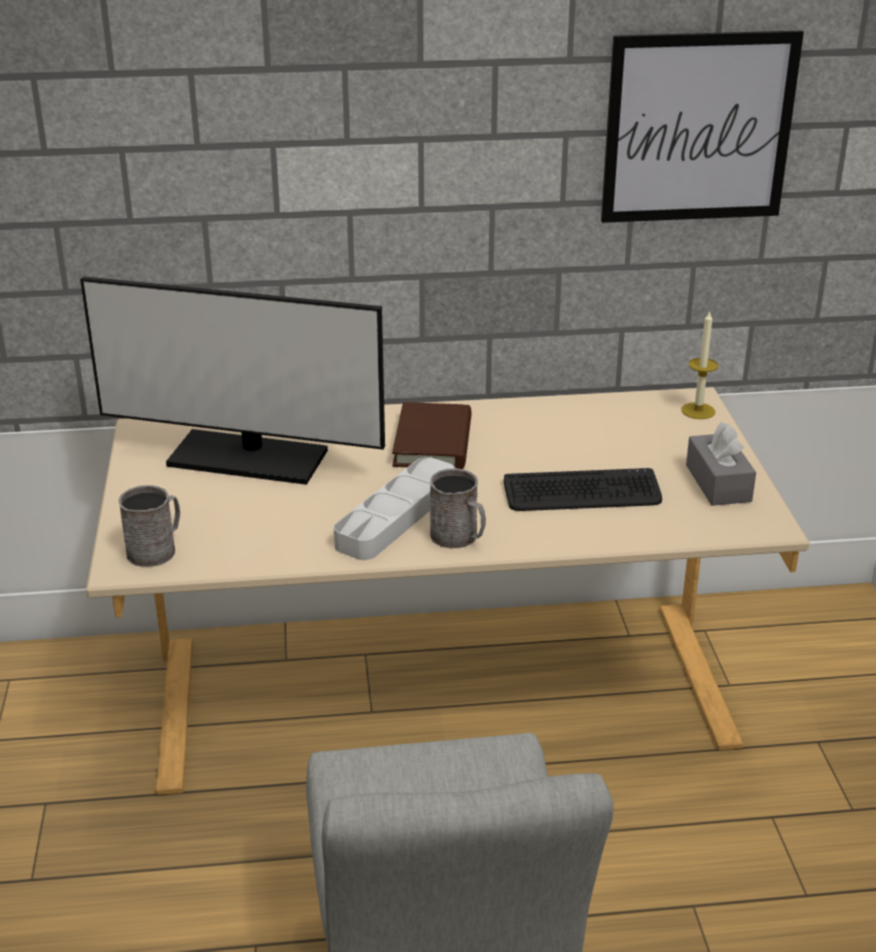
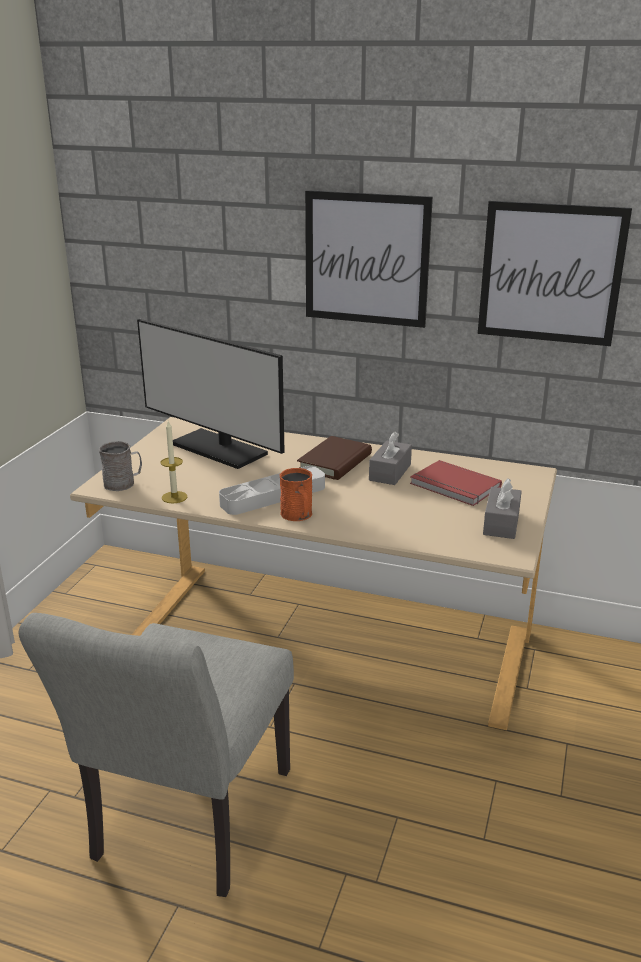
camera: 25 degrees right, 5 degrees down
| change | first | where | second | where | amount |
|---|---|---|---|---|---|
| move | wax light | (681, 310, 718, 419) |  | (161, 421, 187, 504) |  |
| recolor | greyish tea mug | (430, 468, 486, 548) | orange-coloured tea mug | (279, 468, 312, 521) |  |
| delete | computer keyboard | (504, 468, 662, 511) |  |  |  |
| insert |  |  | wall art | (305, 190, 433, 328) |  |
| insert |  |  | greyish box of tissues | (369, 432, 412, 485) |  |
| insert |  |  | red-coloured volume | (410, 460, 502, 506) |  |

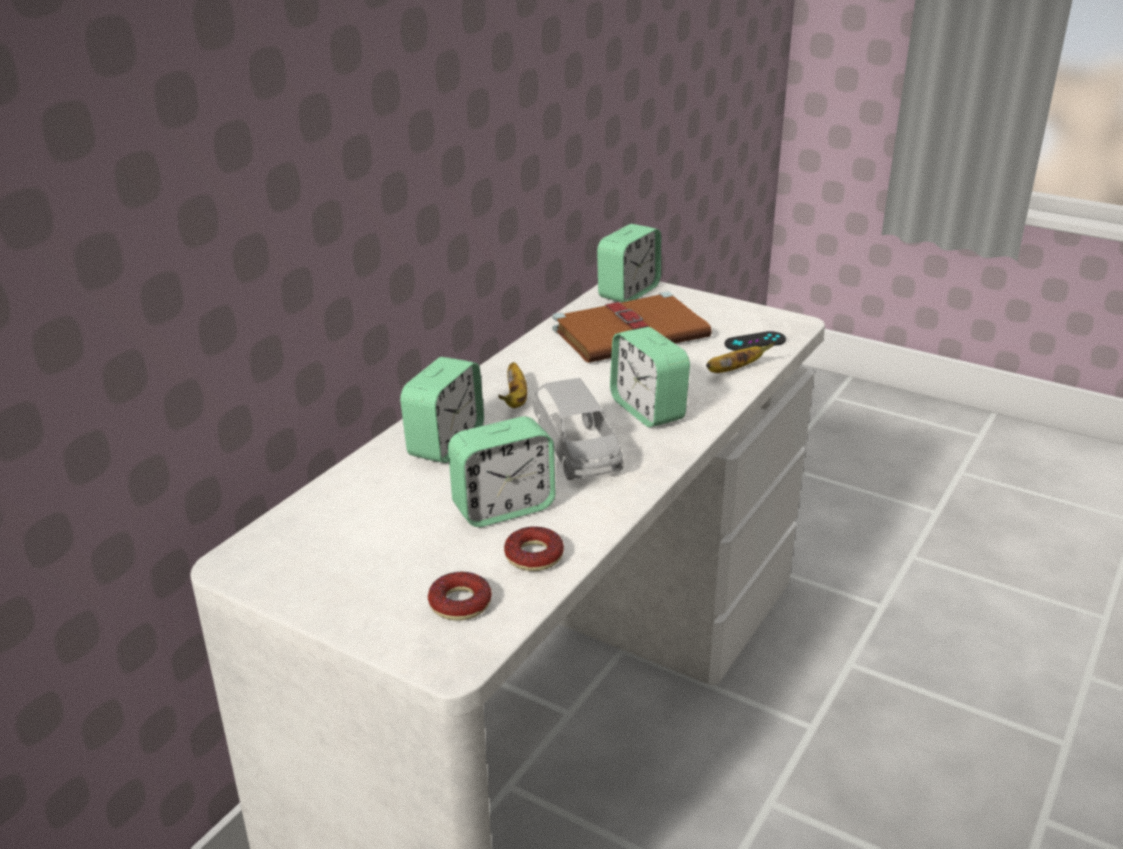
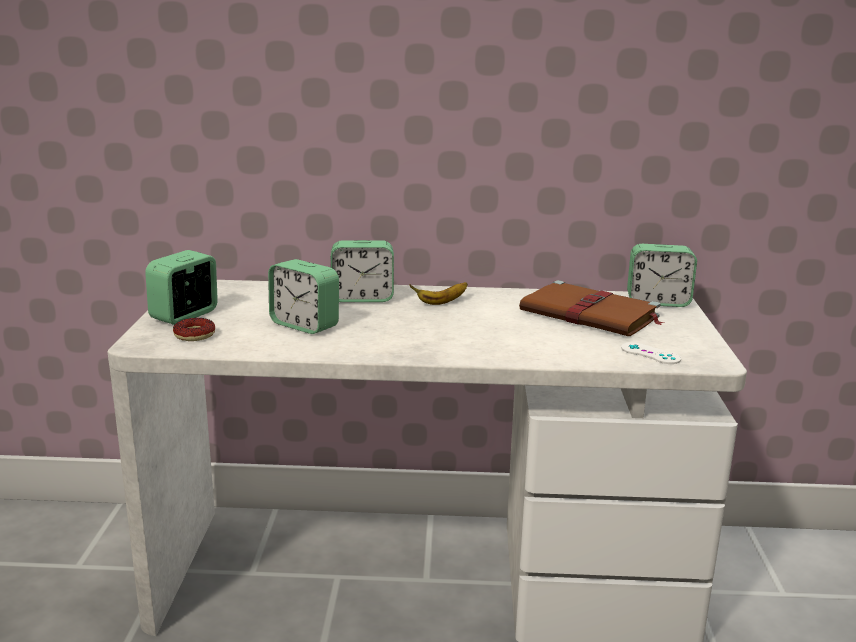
camera: 60 degrees right, 10 degrees down
| change | first | where | second | where | amount |
|---|---|---|---|---|---|
| move | bedside clock | (610, 327, 690, 427) |  | (145, 250, 218, 325) |  |
| recolor | black-coloured joypad | (724, 331, 786, 351) | whitish joypad | (621, 342, 681, 364) |  |
| delete | banana | (706, 342, 775, 373) |  |  |  |
| delete | greyish model car | (533, 378, 623, 480) |  |  |  |
| delete | donut | (504, 526, 564, 571) |  |  |  |

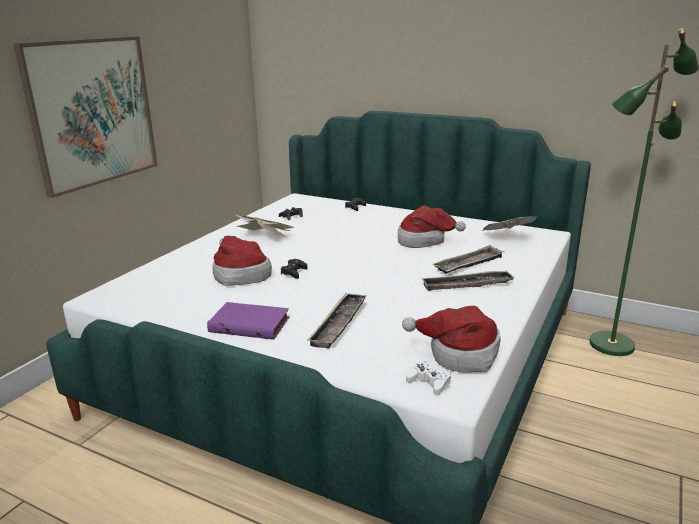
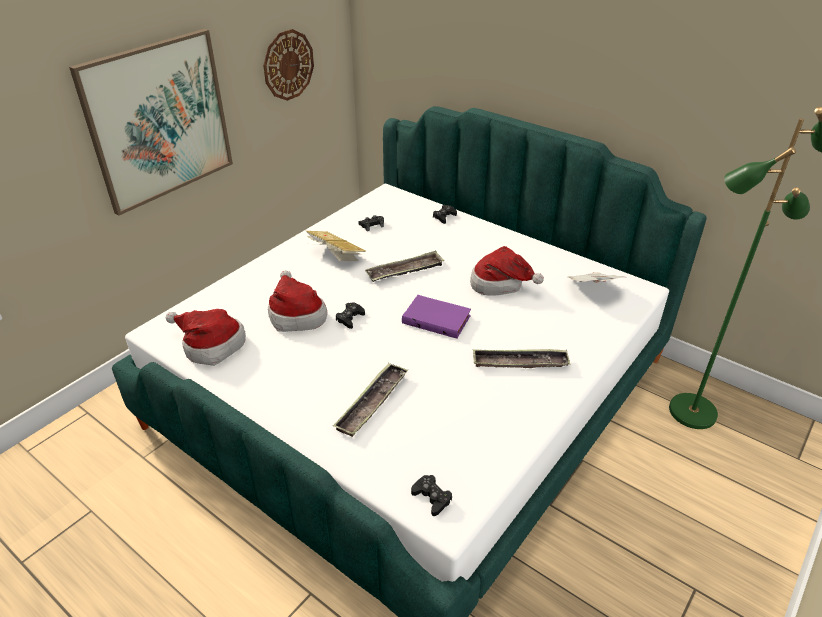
camera: 10 degrees right, 15 degrees up
| change | first | where | second | where | amount |
|---|---|---|---|---|---|
| move | carrying tray | (433, 245, 505, 274) |  | (365, 250, 444, 282) |  |
| move | purplish volume | (207, 302, 289, 340) |  | (402, 295, 471, 339) |  |
| move | wearable hat | (402, 306, 501, 372) |  | (166, 309, 246, 366) |  |
| recolor | whitish joypad | (406, 361, 451, 395) | black-coloured joypad | (411, 475, 452, 516) |  |
| insert |  |  | wall clock | (263, 29, 314, 101) |  |

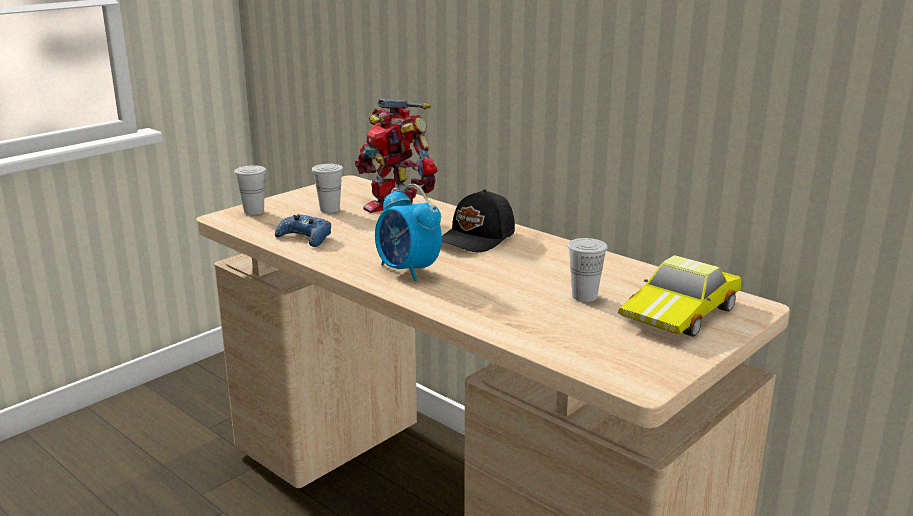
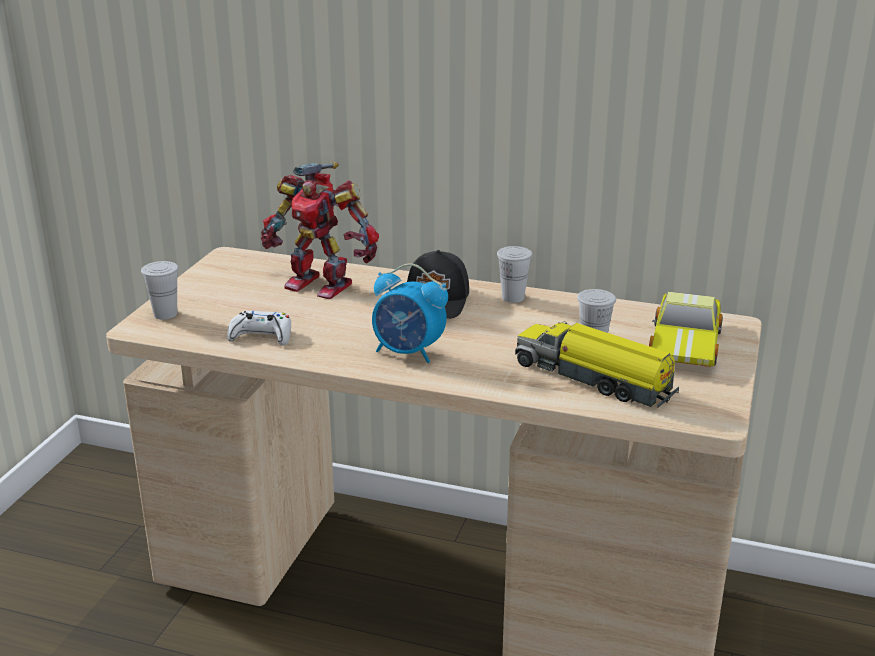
camera: 25 degrees left, 5 degrees up
| change | first | where | second | where | amount |
|---|---|---|---|---|---|
| move | whitish drinking cup | (312, 164, 343, 213) |  | (497, 246, 533, 303) |  |
| recolor | bluish joypad | (275, 214, 331, 247) | whitish joypad | (227, 311, 291, 345) |  |
| insert |  |  | toy truck | (515, 321, 679, 408) |  |

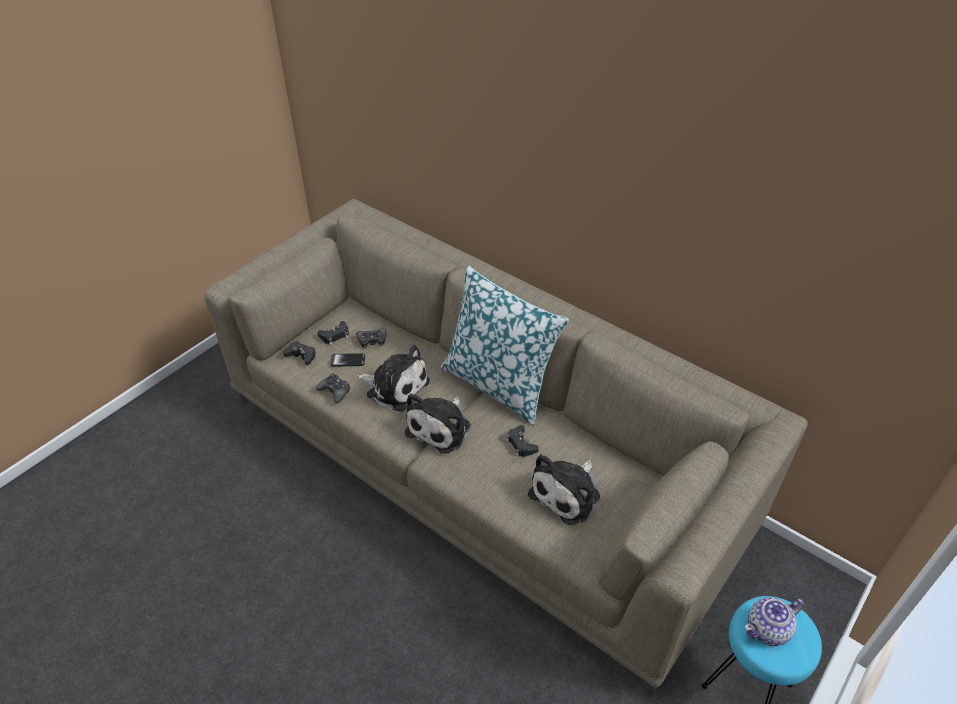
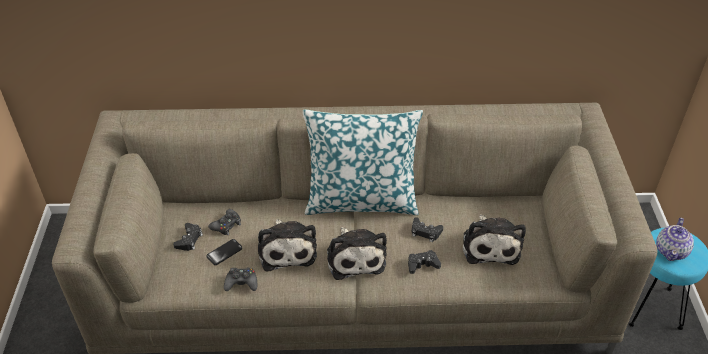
camera: 40 degrees left, 0 degrees up
| change | first | where | second | where | amount |
|---|---|---|---|---|---|
| move | black-coloured joypad | (283, 341, 316, 365) |  | (408, 250, 441, 274) |  |
| rotate | plush toy | (357, 345, 430, 412) |  | (258, 219, 317, 271) | 90 degrees clockwise |

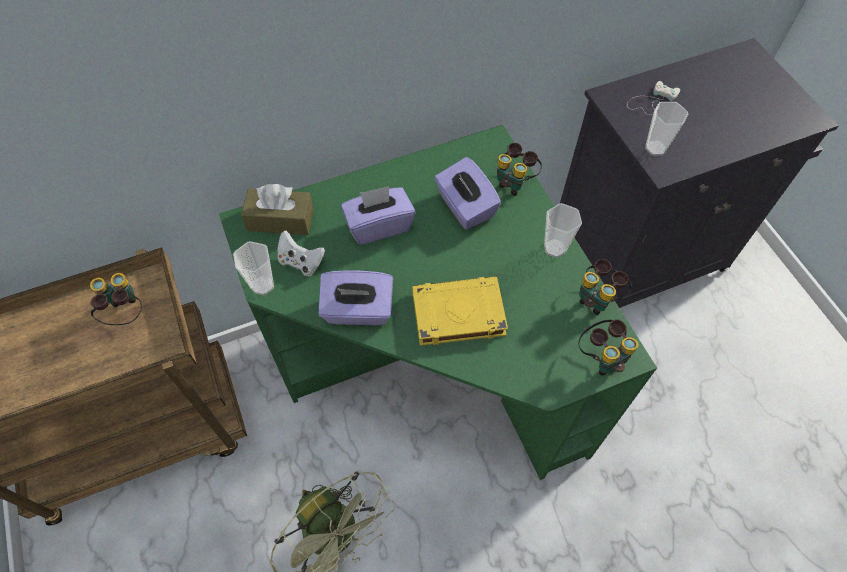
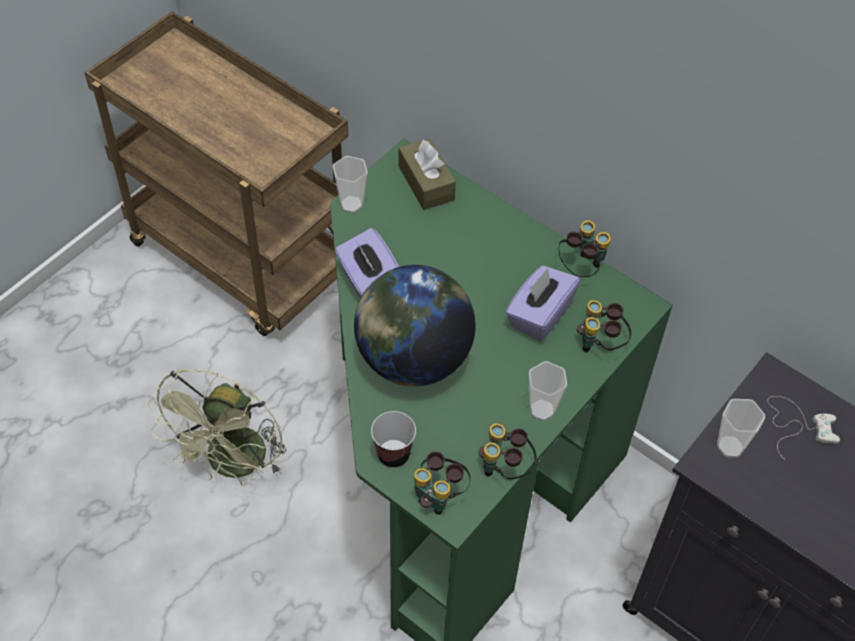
camera: 60 degrees right, 5 degrees down
| change | first | where | second | where | amount |
|---|---|---|---|---|---|
| delete | purplish box of tissues | (341, 186, 416, 245) |  |  |  |
| delete | whitish joypad | (278, 231, 325, 276) |  |  |  |
| move | field glasses | (90, 273, 142, 325) |  | (559, 220, 611, 277) |  |
| replace | yellow volume | (412, 276, 508, 346) | world globe | (354, 265, 476, 386) |  |
| insert |  |  | drinking cup | (371, 411, 416, 468) |  |

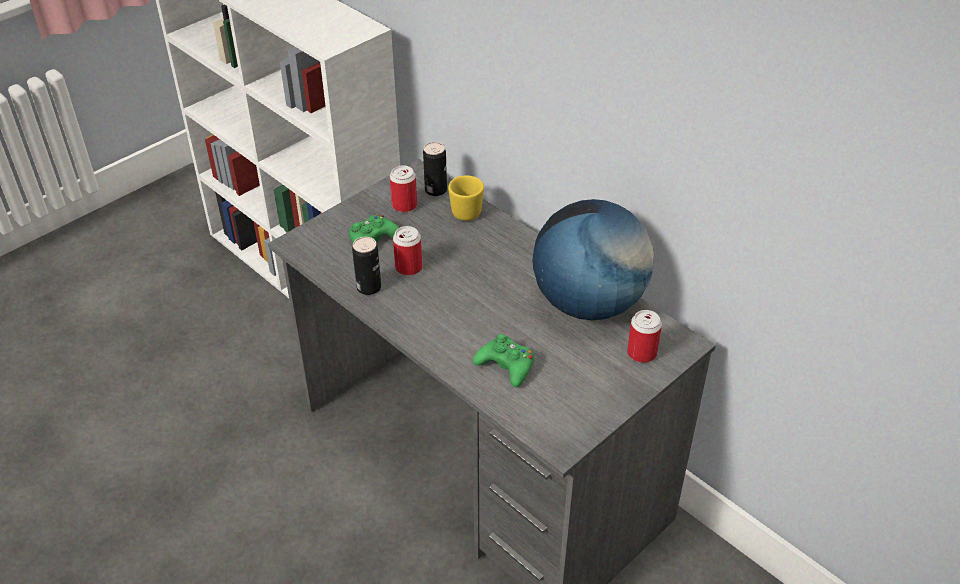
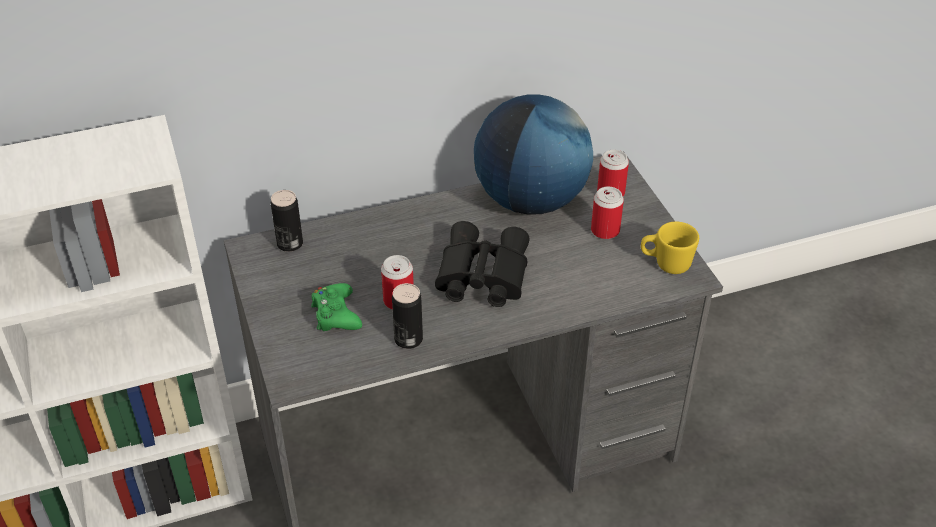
camera: 65 degrees left, 0 degrees up
| change | first | where | second | where | amount |
|---|---|---|---|---|---|
| move | metal can | (390, 165, 417, 212) |  | (591, 187, 624, 239) |  |
| move | yellow tea mug | (448, 175, 484, 221) |  | (641, 222, 699, 274) |  |
| delete | green-coloured joypad | (473, 334, 534, 388) |  |  |  |
| insert |  |  | black-coloured field glasses | (435, 221, 530, 307) |  |

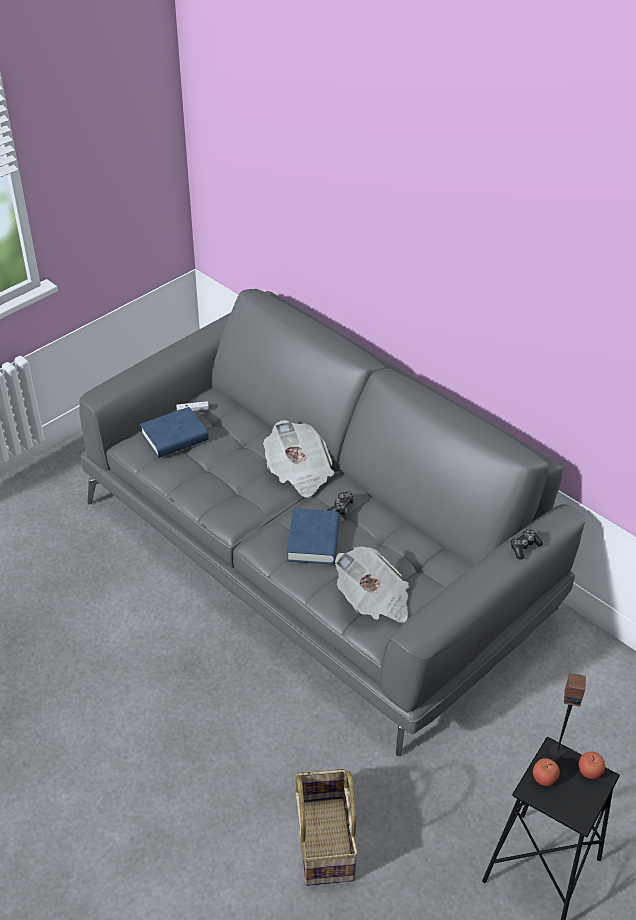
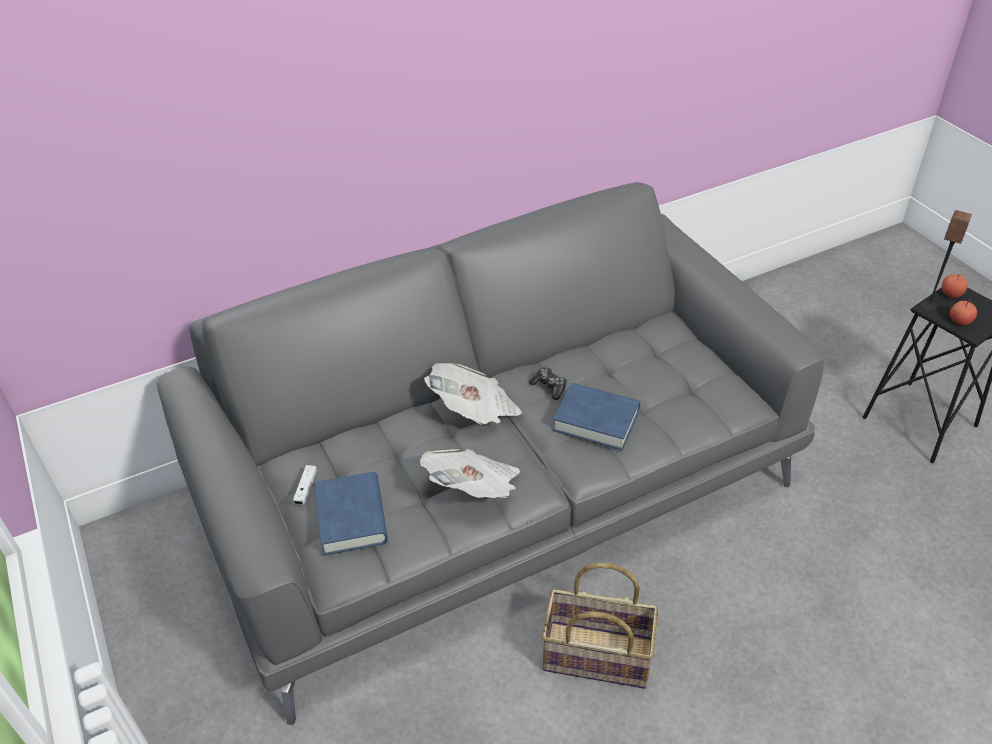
camera: 70 degrees left, 0 degrees up
| change | first | where | second | where | amount |
|---|---|---|---|---|---|
| delete | joypad | (510, 529, 543, 560) |  |  |  |
| move | daily paper | (335, 546, 409, 623) |  | (420, 449, 520, 498) |  |
| move | basket | (295, 769, 358, 886) |  | (542, 563, 658, 689) |  |

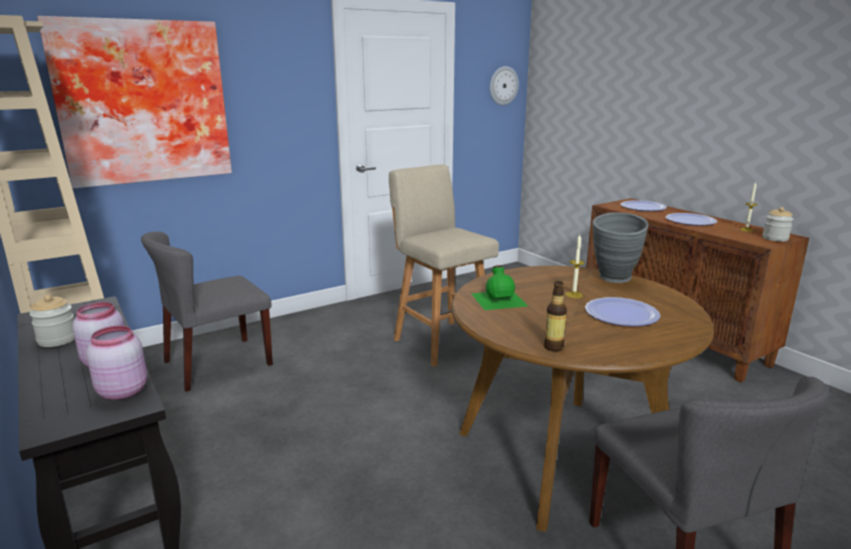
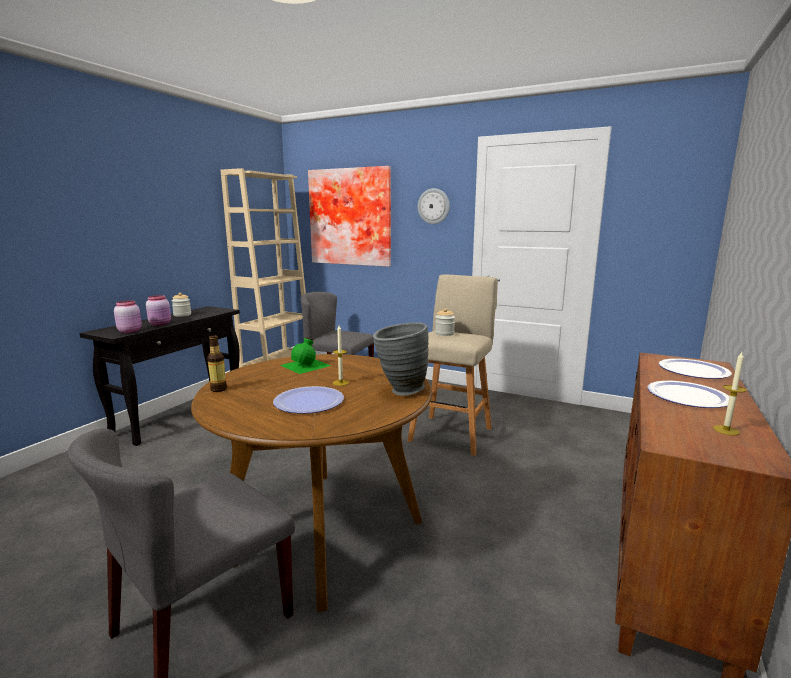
camera: 60 degrees right, 5 degrees down
| change | first | where | second | where | amount |
|---|---|---|---|---|---|
| move | wall clock | (490, 66, 519, 105) |  | (418, 188, 450, 224) |  |
| move | storage jar | (762, 207, 793, 242) |  | (435, 308, 455, 336) |  |

